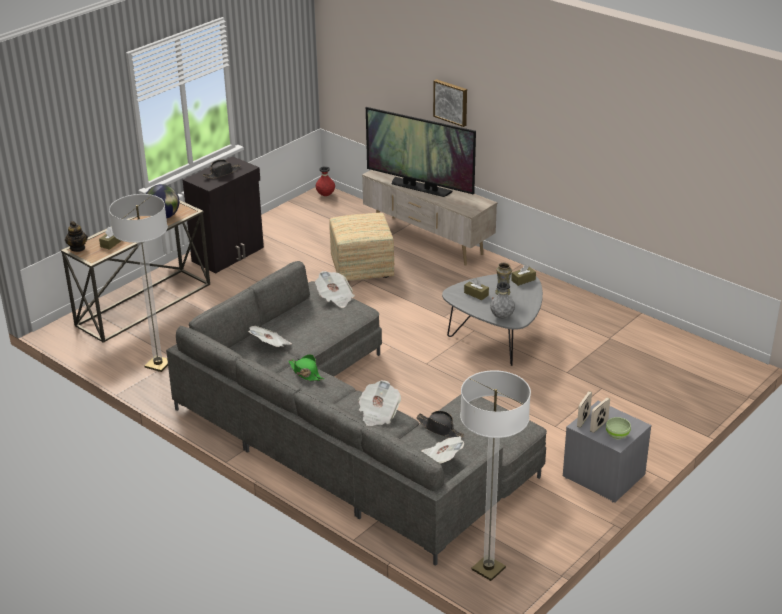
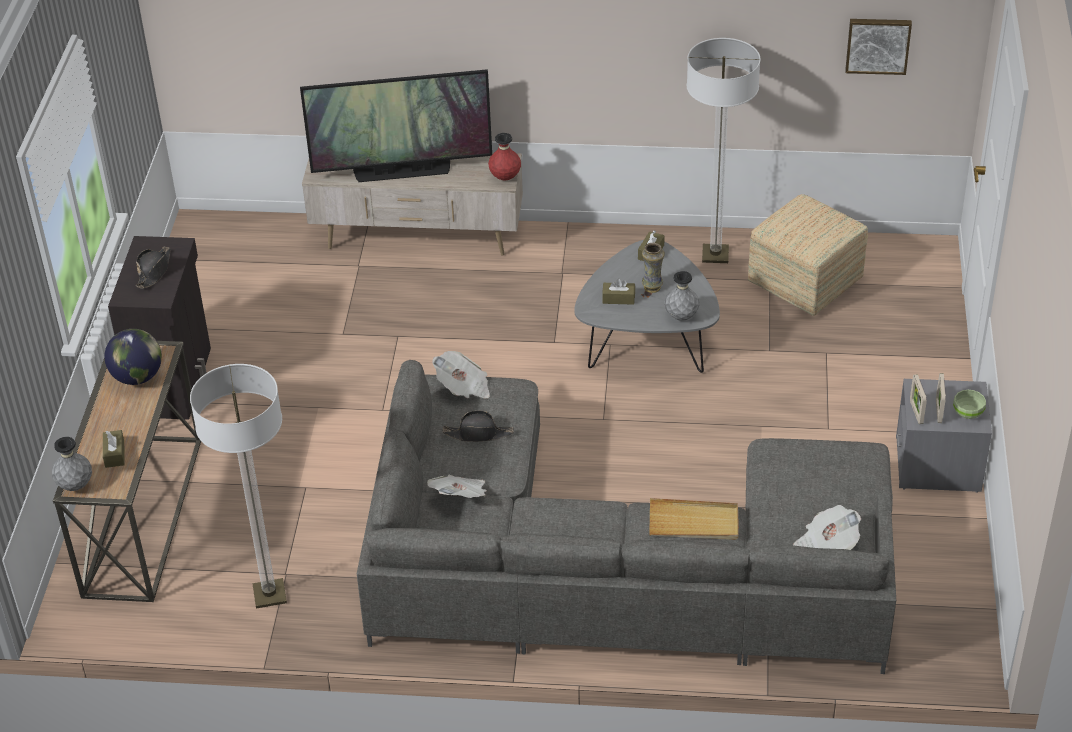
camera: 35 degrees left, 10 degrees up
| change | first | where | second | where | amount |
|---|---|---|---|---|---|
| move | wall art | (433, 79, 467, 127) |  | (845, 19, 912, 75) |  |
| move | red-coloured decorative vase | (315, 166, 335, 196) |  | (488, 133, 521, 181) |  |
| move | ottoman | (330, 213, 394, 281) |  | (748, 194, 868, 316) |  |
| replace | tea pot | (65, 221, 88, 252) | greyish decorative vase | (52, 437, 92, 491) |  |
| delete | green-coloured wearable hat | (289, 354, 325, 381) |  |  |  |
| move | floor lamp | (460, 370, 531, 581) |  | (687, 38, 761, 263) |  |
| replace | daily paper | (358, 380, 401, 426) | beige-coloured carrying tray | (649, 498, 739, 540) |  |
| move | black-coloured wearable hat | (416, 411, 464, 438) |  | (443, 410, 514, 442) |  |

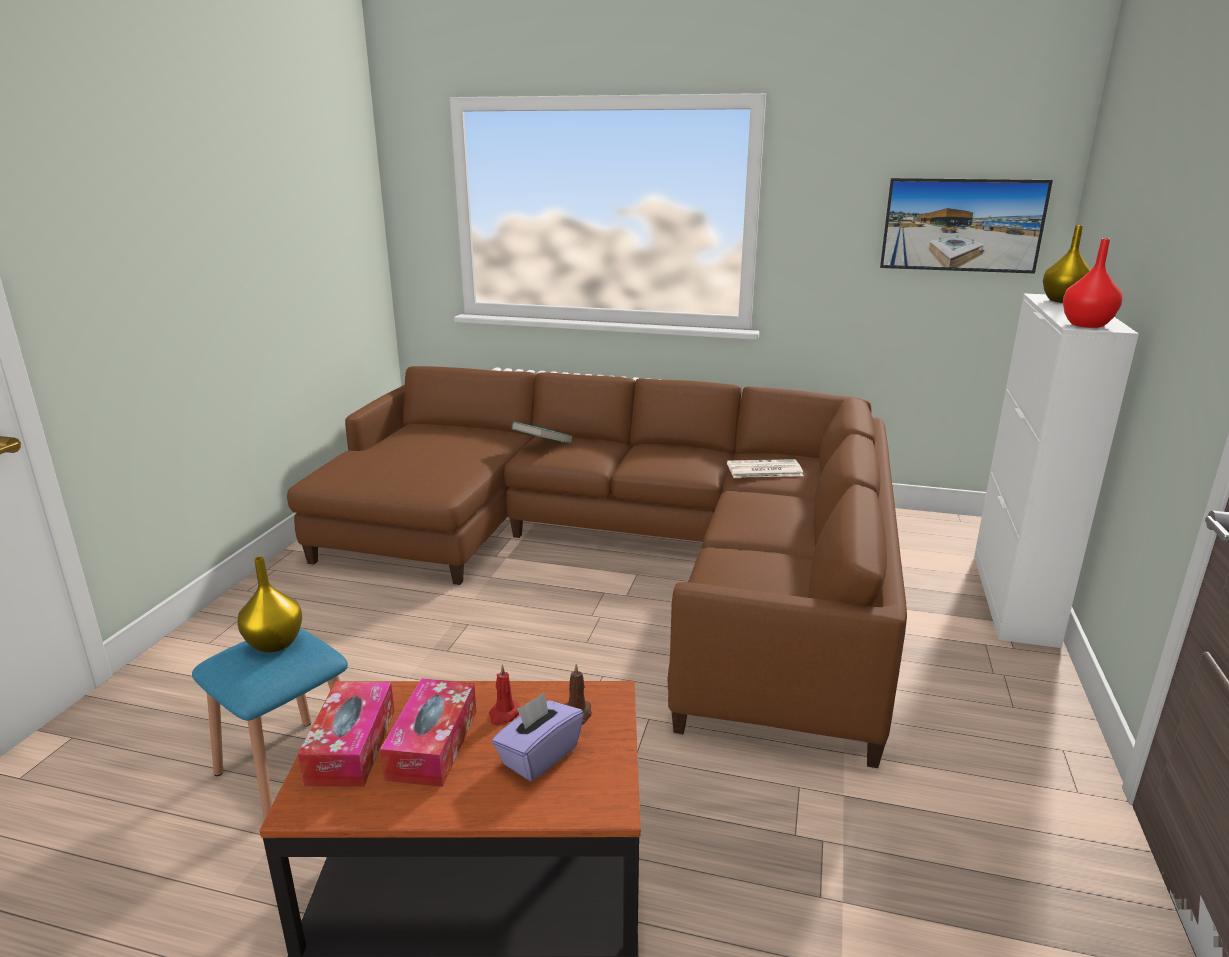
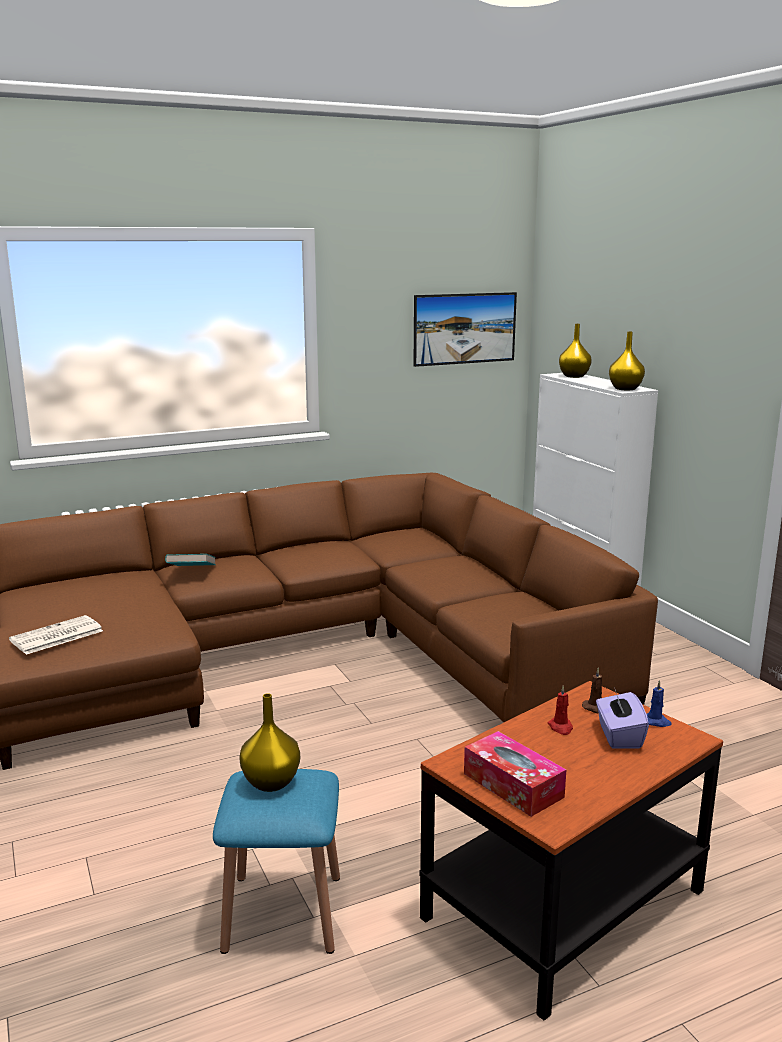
camera: 40 degrees left, 5 degrees down
| change | first | where | second | where | amount |
|---|---|---|---|---|---|
| recolor | red-coloured decorative vase | (1063, 238, 1123, 328) | yellow decorative vase | (609, 331, 645, 390) |  |
| move | daily paper | (727, 459, 804, 478) |  | (9, 615, 103, 655) |  |
| delete | box of tissues | (380, 678, 477, 787) |  |  |  |
| insert |  |  | bluish wax light | (647, 680, 672, 727) |  |

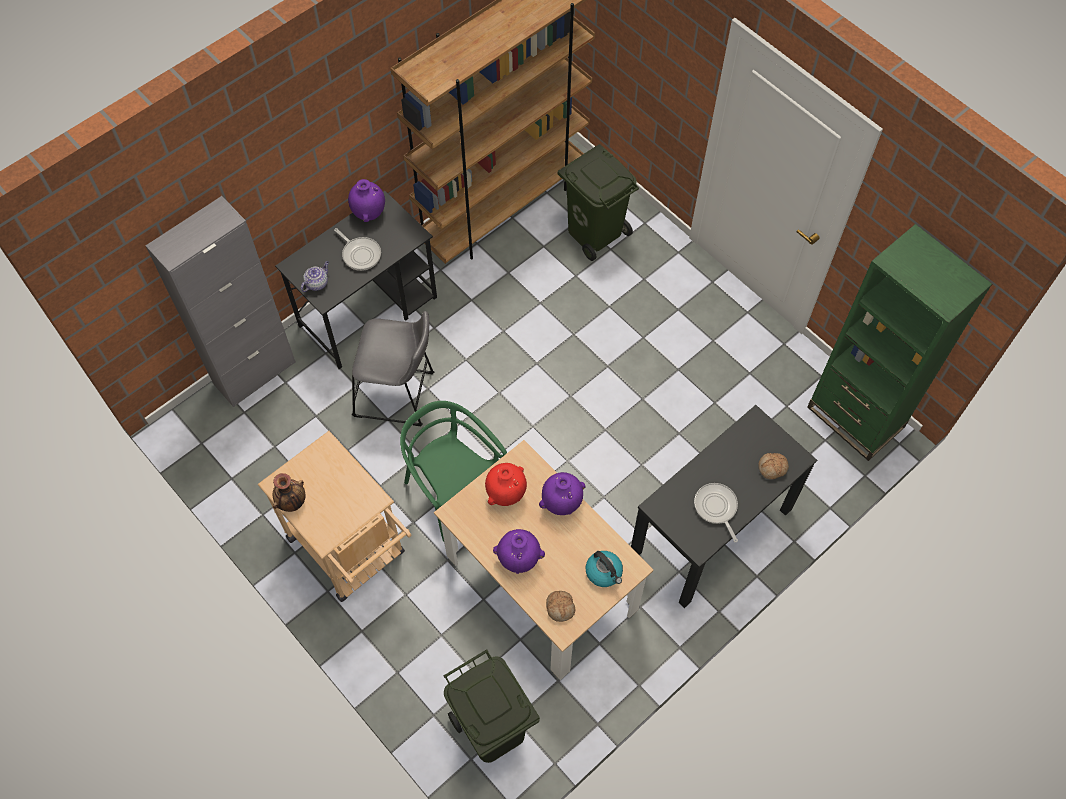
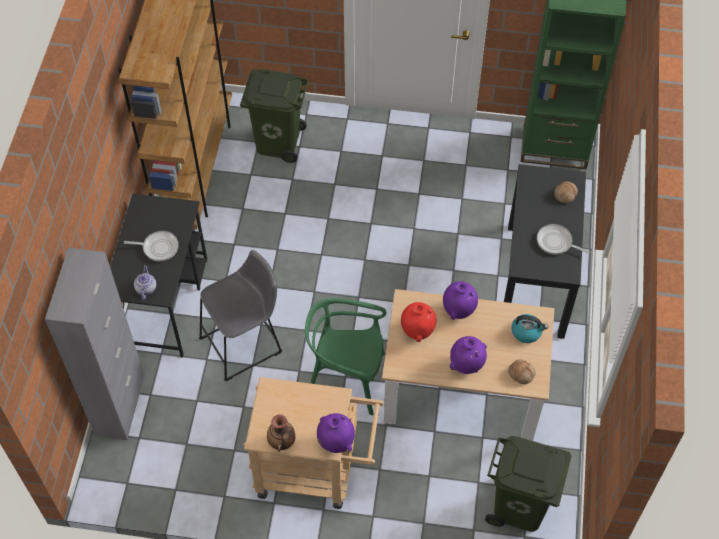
camera: 40 degrees left, 5 degrees down
| change | first | where | second | where | amount |
|---|---|---|---|---|---|
| move | purplish decorative vase | (348, 179, 385, 222) |  | (317, 413, 355, 453) |  |

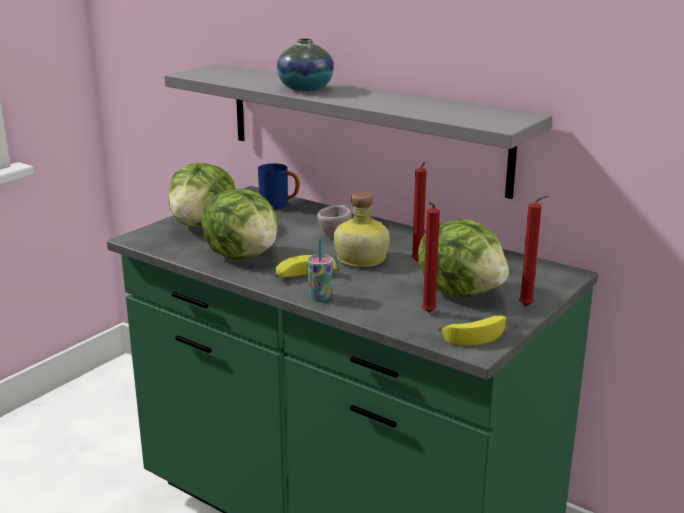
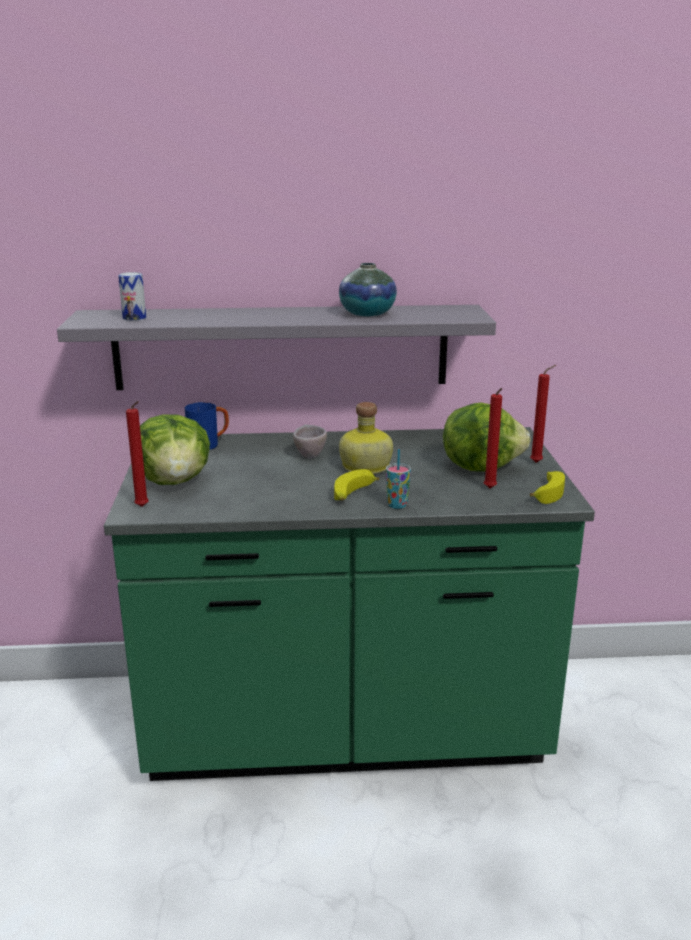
camera: 40 degrees left, 0 degrees up
| change | first | where | second | where | amount |
|---|---|---|---|---|---|
| move | decorative vase | (277, 38, 334, 91) |  | (339, 263, 397, 316) |  |
| move | red-coloured wax light | (411, 162, 427, 262) |  | (126, 401, 149, 507) |  |
| delete | lettuce | (201, 189, 278, 260) |  |  |  |
| insert |  |  | metal can | (118, 272, 146, 321) |  |

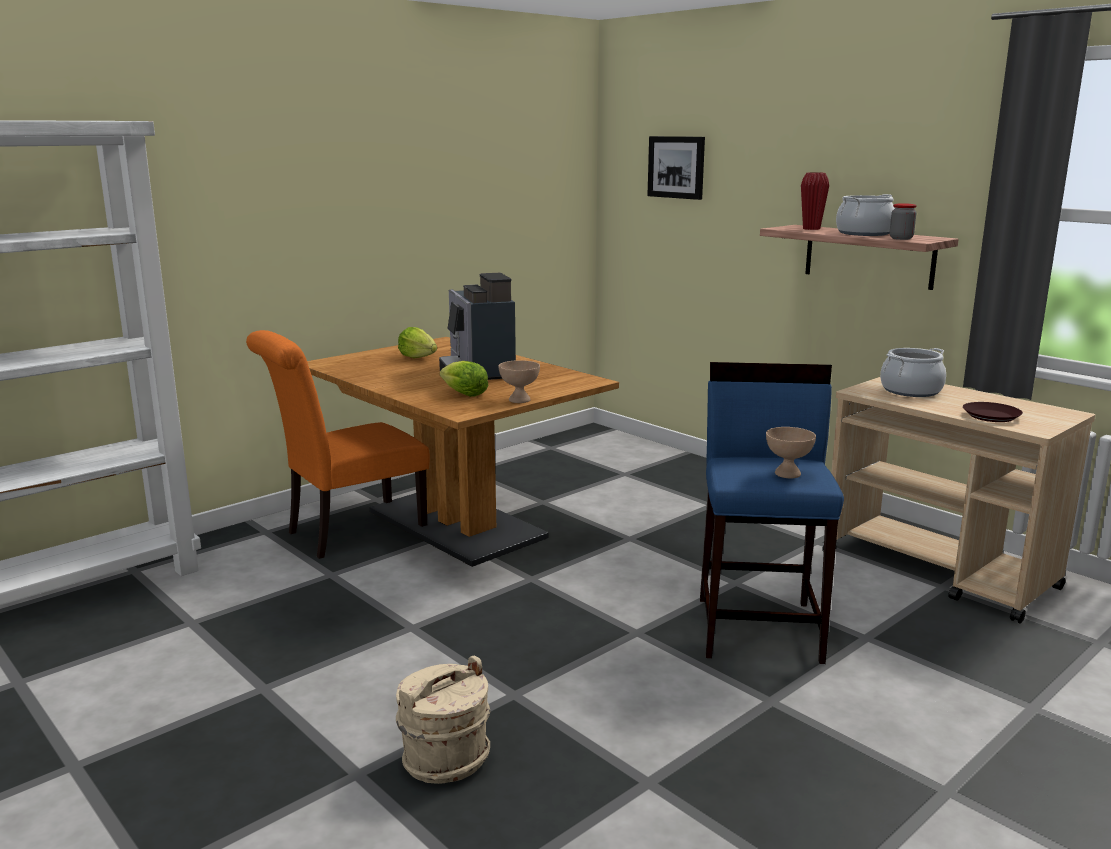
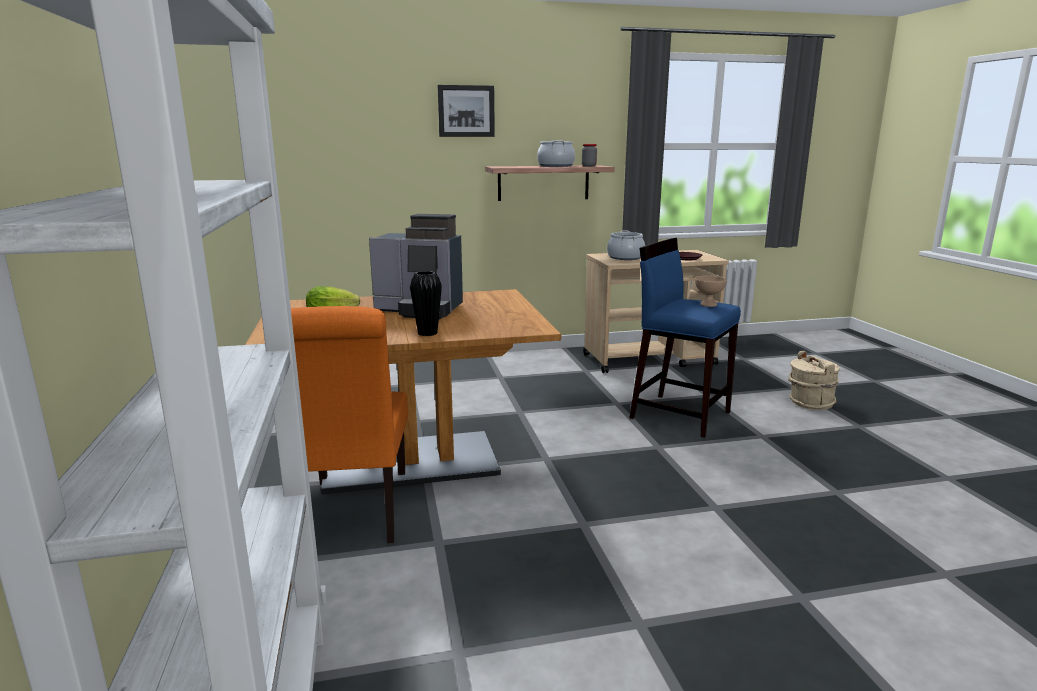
camera: 60 degrees left, 0 degrees up
| change | first | where | second | where | amount |
|---|---|---|---|---|---|
| move | wall art | (647, 136, 705, 200) |  | (438, 85, 495, 137) |  |
| delete | red-coloured decorative vase | (801, 172, 829, 230) |  |  |  |
| delete | beige-coloured serving bowl | (498, 360, 540, 403) |  |  |  |
| delete | lettuce | (440, 361, 488, 397) |  |  |  |
| move | beige-coloured water bucket | (396, 655, 490, 784) |  | (788, 351, 840, 410) |  |
| insert |  |  | black-coloured decorative vase | (410, 271, 442, 336) |  |

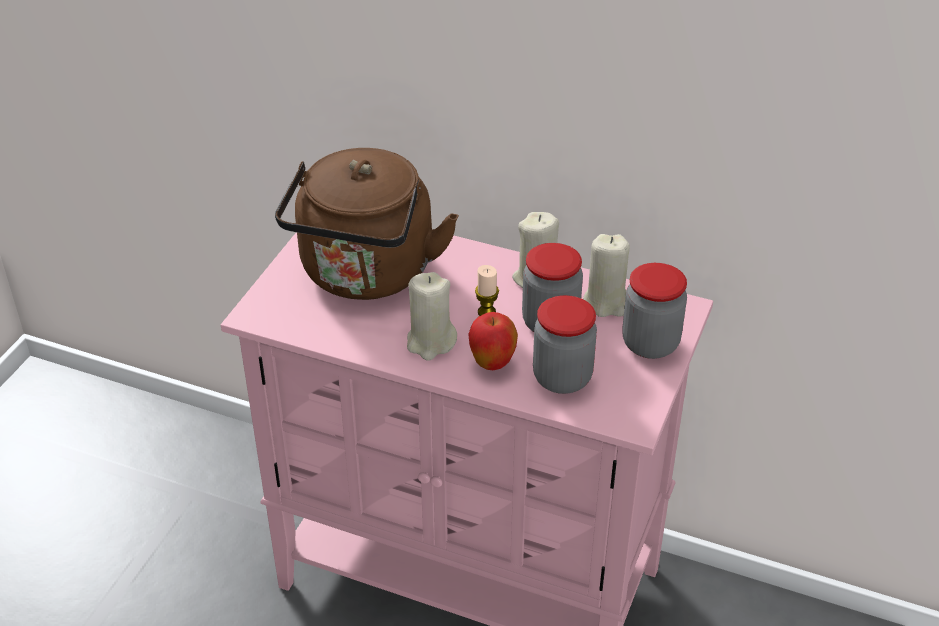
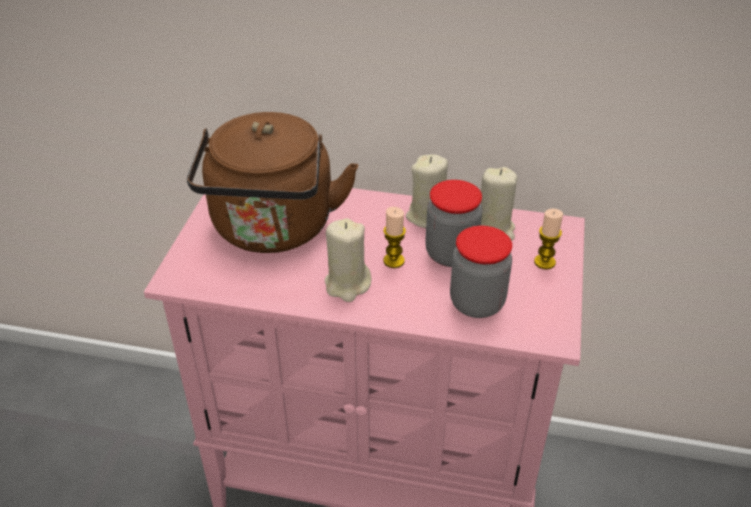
camera: 10 degrees left, 0 degrees up
| change | first | where | second | where | amount |
|---|---|---|---|---|---|
| replace | storage jar | (622, 263, 687, 359) | wax light | (534, 209, 563, 270) |  |
| delete | whole apple | (468, 312, 518, 370) |  |  |  |

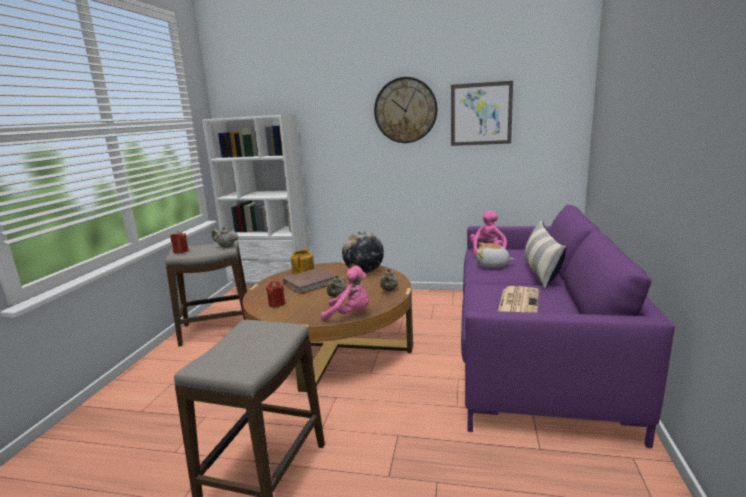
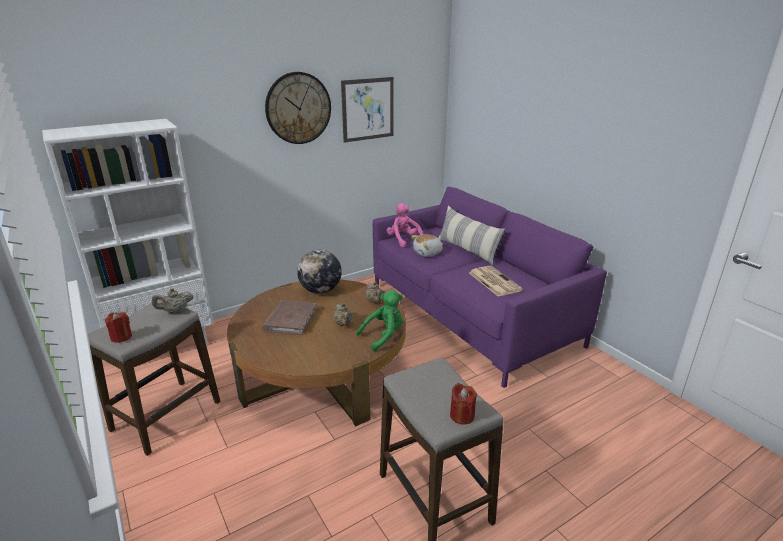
camera: 45 degrees left, 10 degrees up
| change | first | where | second | where | amount |
|---|---|---|---|---|---|
| delete | tea pot | (291, 248, 314, 274) |  |  |  |
| recolor | pink-coloured plush toy | (321, 266, 369, 322) | green-coloured plush toy | (356, 290, 403, 352) |  |
| move | red-coloured wax light | (266, 281, 285, 308) |  | (450, 383, 477, 425) |  |

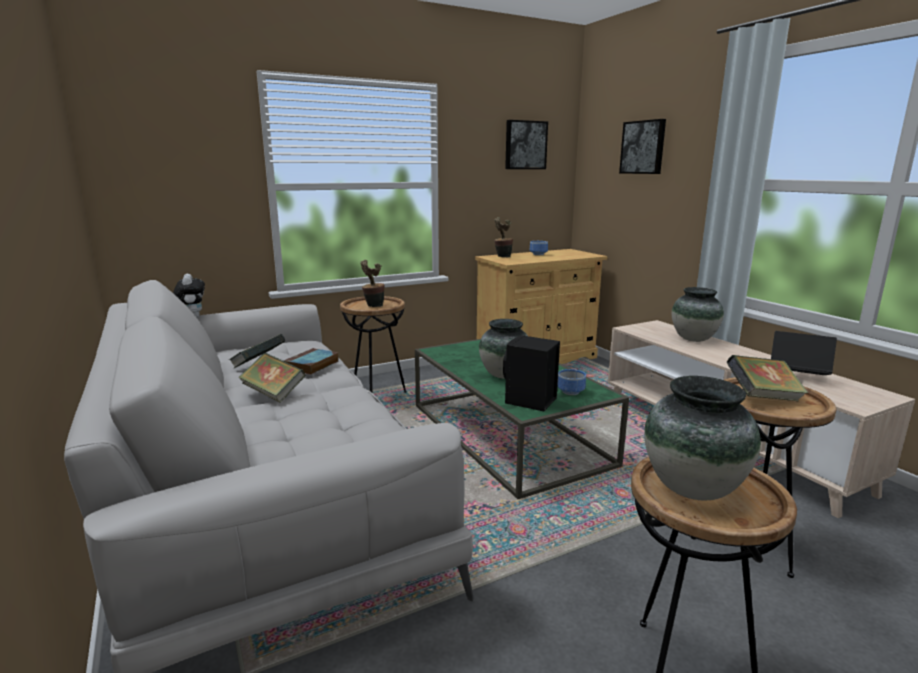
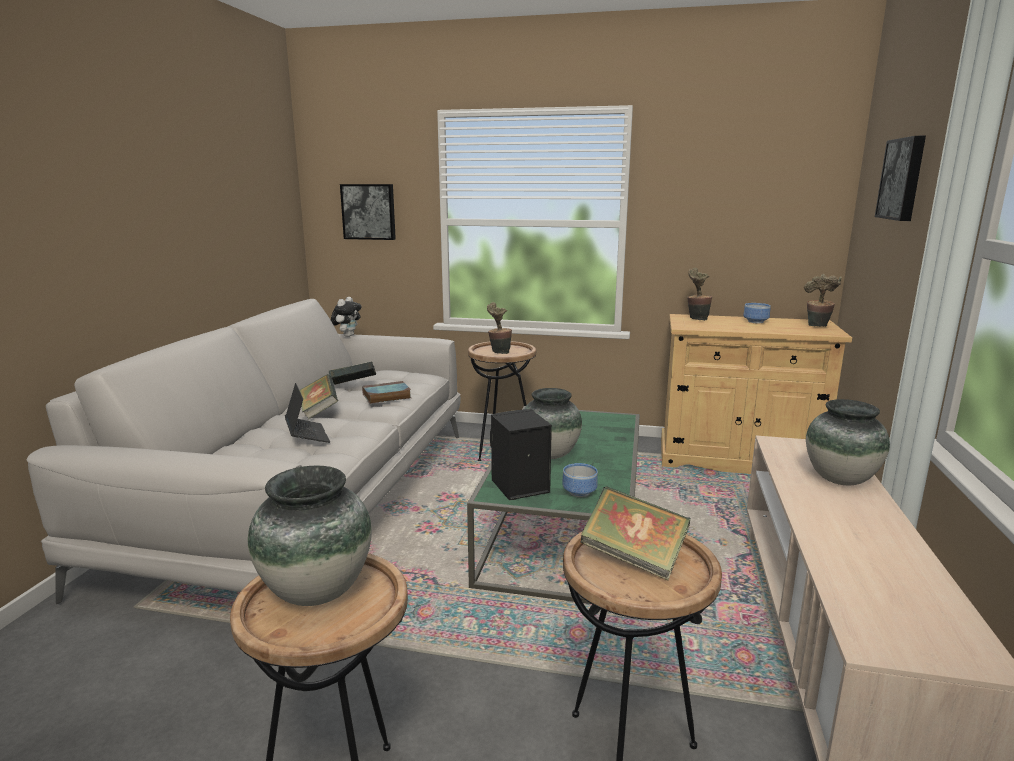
camera: 40 degrees right, 0 degrees up
| change | first | where | second | where | amount |
|---|---|---|---|---|---|
| move | wall art | (505, 120, 548, 169) |  | (340, 184, 396, 240) |  |
| move | portable computer | (771, 331, 837, 375) |  | (285, 383, 330, 443) |  |
| insert |  |  | potted plant | (804, 274, 842, 327) |  |

